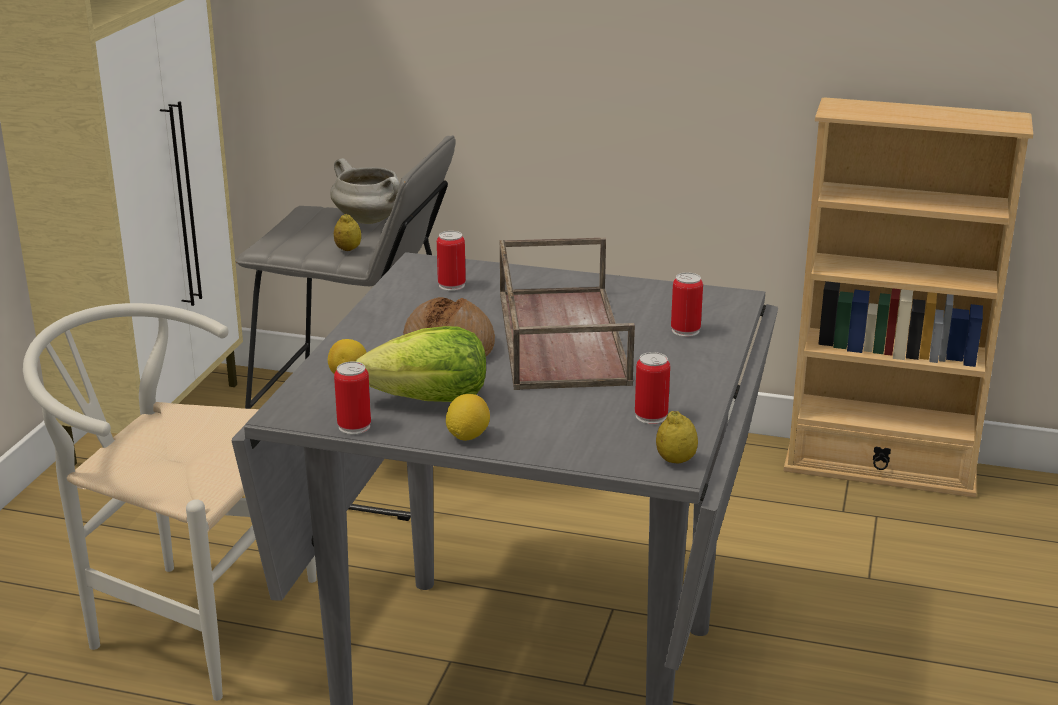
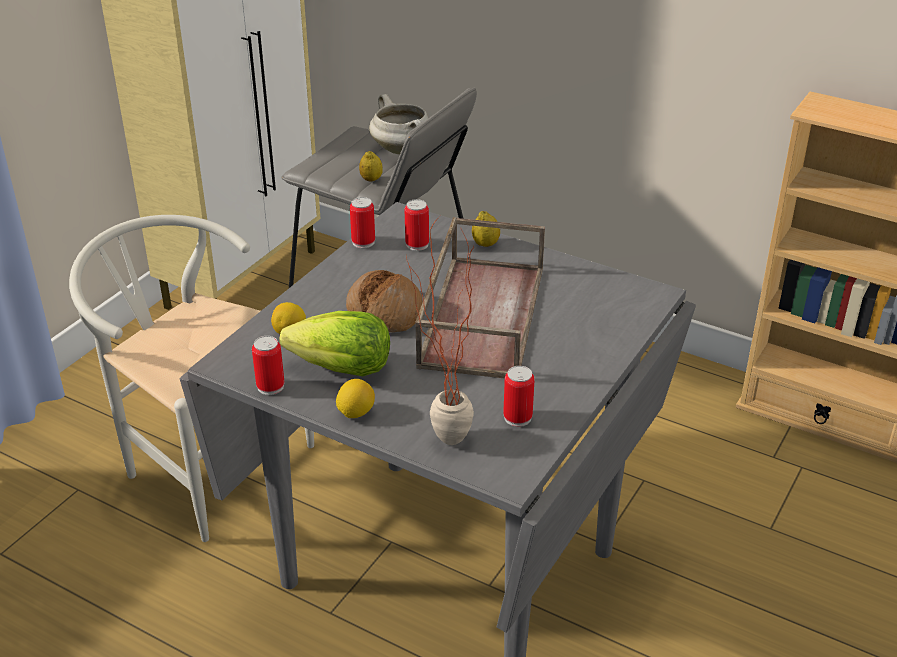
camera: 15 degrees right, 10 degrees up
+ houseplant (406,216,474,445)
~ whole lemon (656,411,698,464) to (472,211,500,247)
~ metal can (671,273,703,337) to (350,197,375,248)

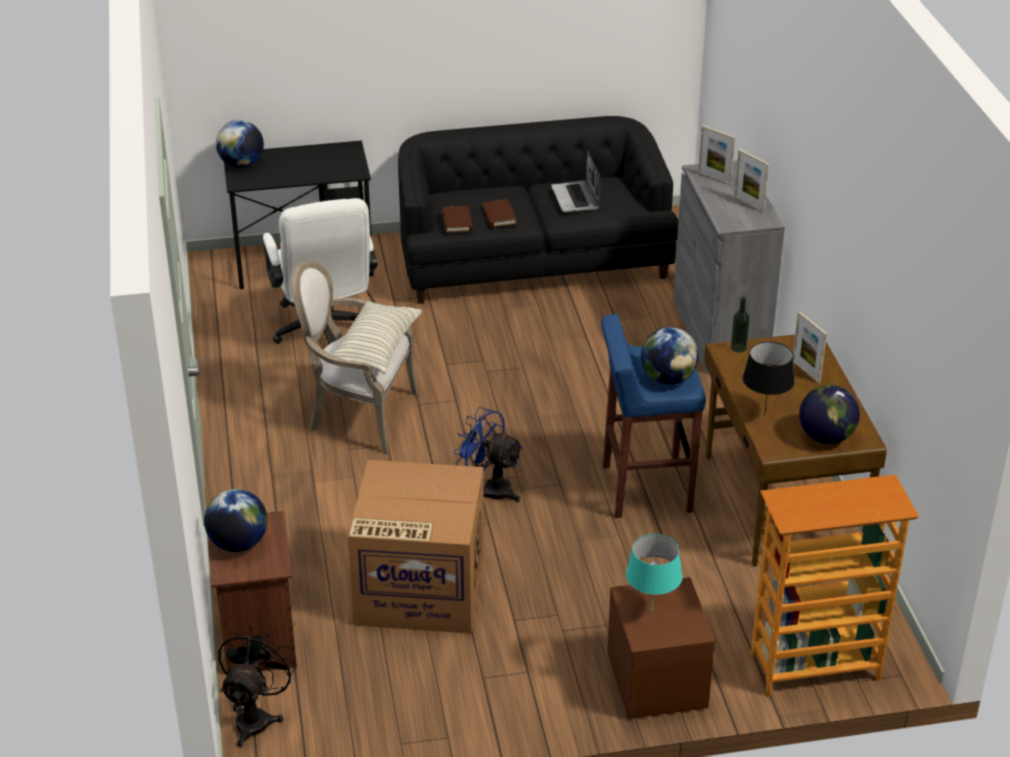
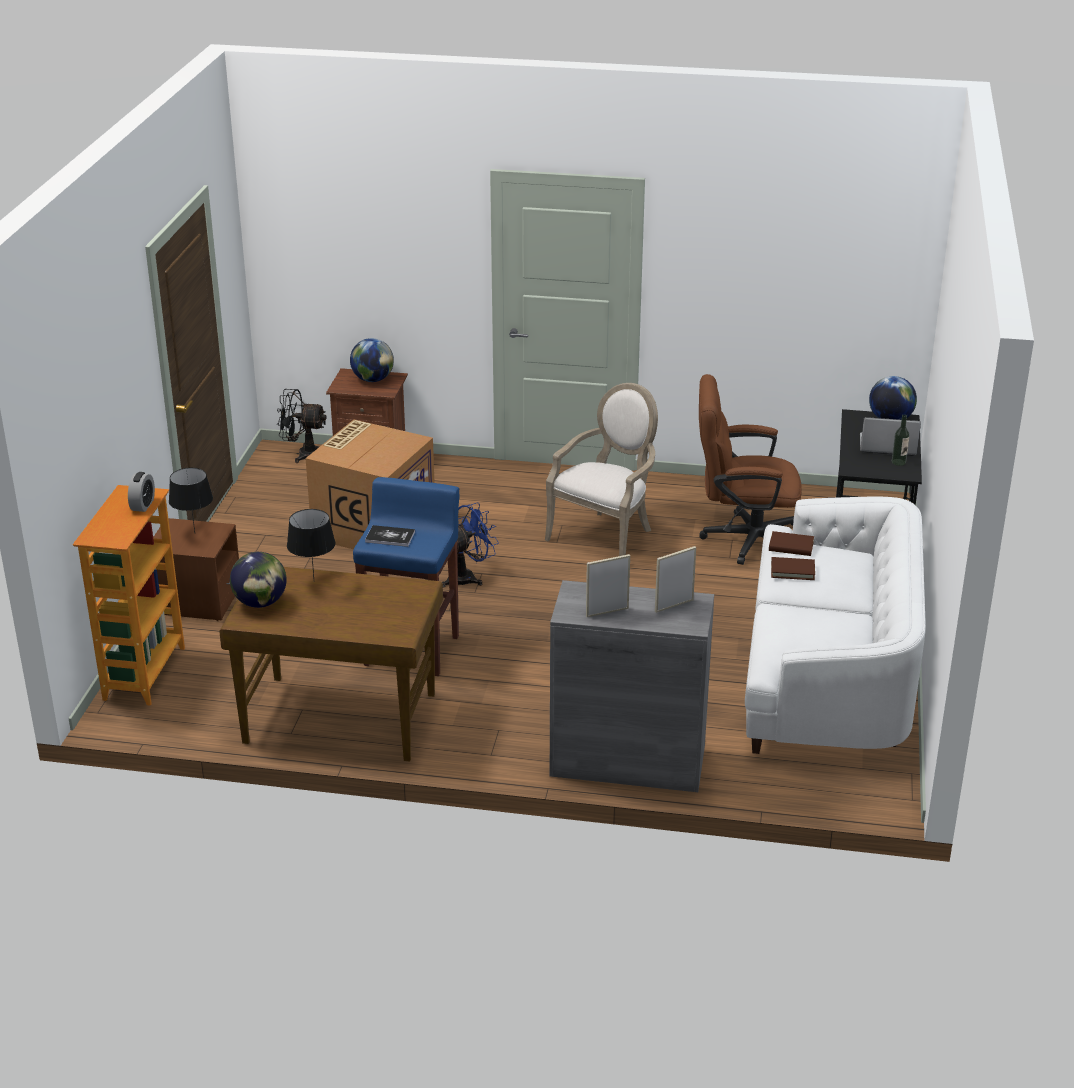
camera: 110 degrees right, 5 degrees down
- throw pillow (332,300,422,374)
- photo frame (793,312,827,383)
+ table clock (128,472,155,512)
~ laptop (551,151,601,212) to (860,417,921,456)
~ beverage bottle (731,297,750,353) to (892,415,910,466)
~ desk globe (641,327,699,385) to book (365,525,415,547)
~ white computer chair (263,198,378,344) to brown computer chair (699,374,802,565)
~ black couch (398,116,678,304) to white couch (745,496,926,754)
~ turquoise-coloured lamp for a table (626,534,682,613) to black lamp for a table (169,468,213,532)
~ black electric fan (218,626,297,747) = (277,389,327,463) 150 degrees clockwise

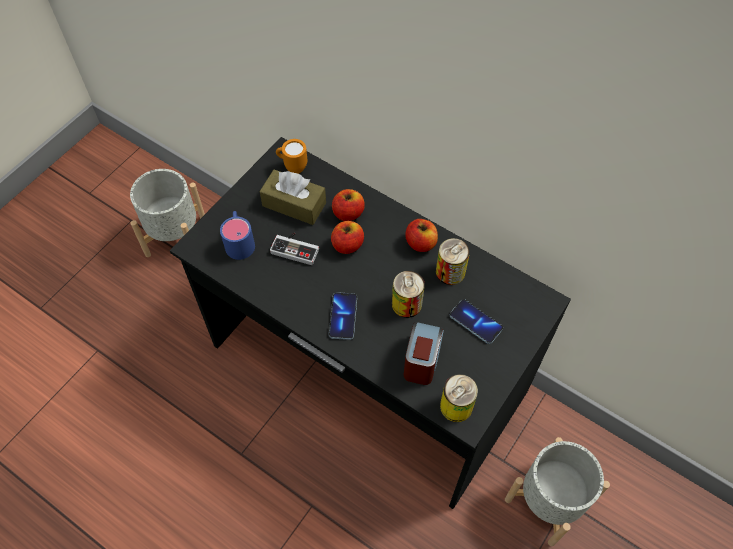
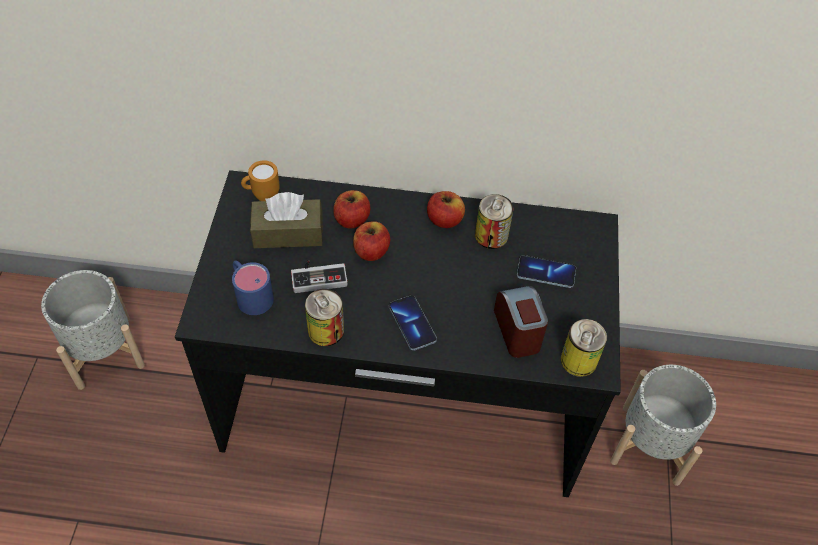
camera: 30 degrees left, 5 degrees down
~ metal can (392,271,425,318) to (305,289,344,346)

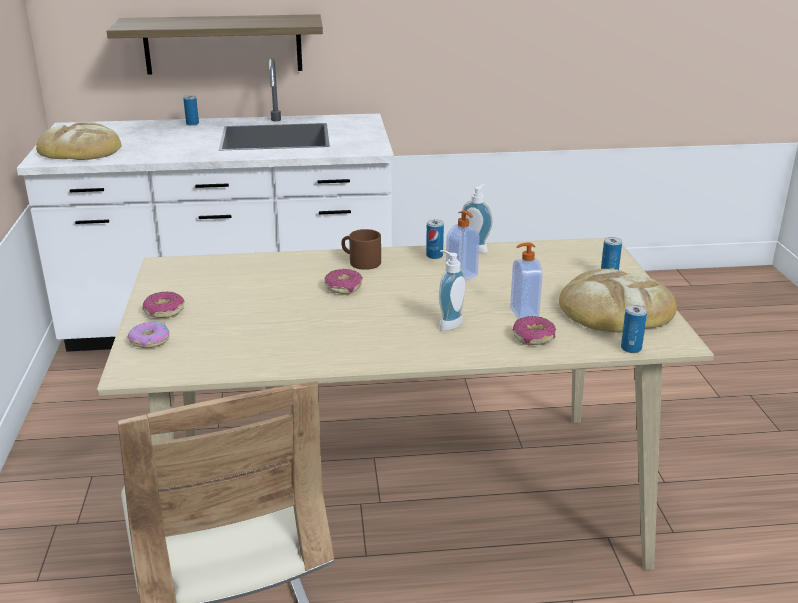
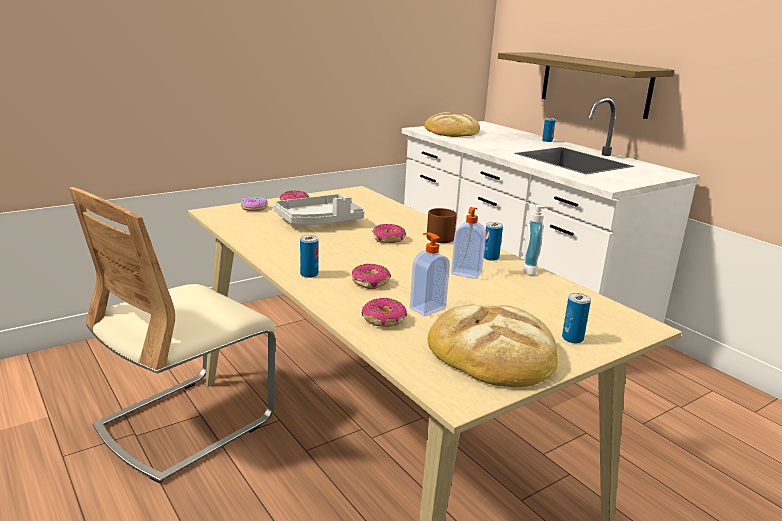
camera: 60 degrees right, 5 degrees down
+ grey tray (274,194,365,225)
~ metal can (621,305,647,353) to (300,235,319,278)
~ liquid soap bottle (439,250,466,331) to ring doughnut (352,264,391,289)

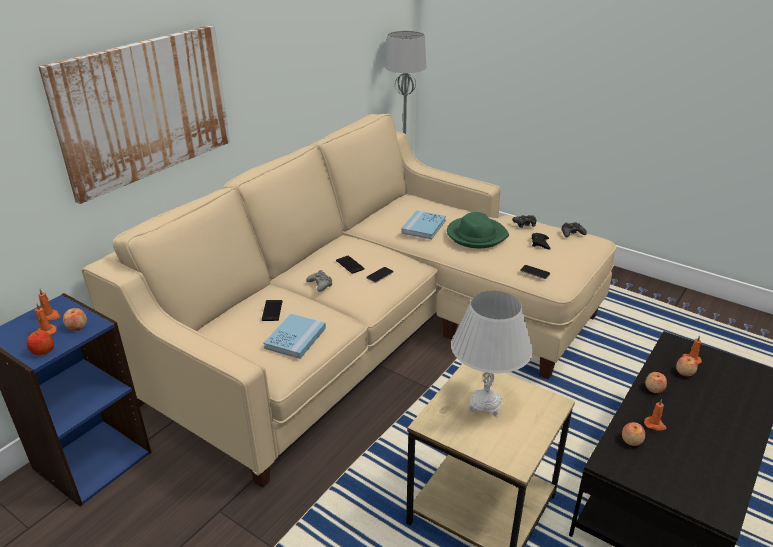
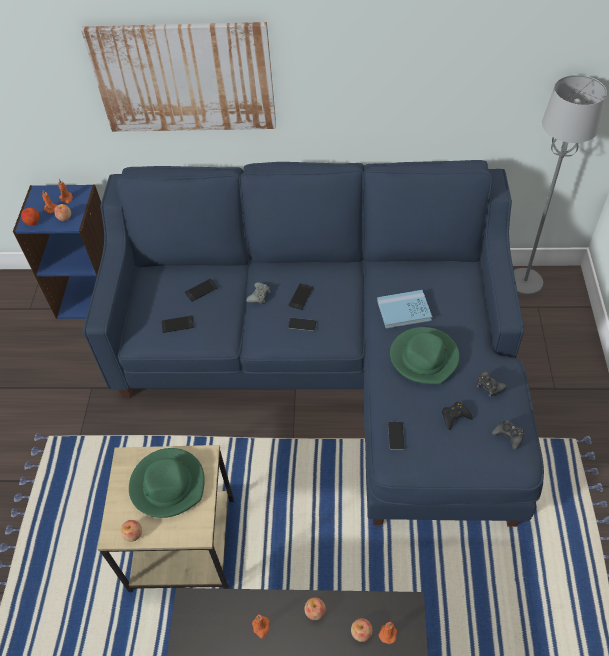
camera: 60 degrees right, 20 degrees up
~ apple (622,422,645,446) to (121,520,142,542)
~ blue-coloured book (264,314,326,359) to handset (162,316,194,333)
~ white lamp for a table (451,291,533,417) to green clothing hat (129,448,205,518)
~ beige couch (82,114,617,488) to blue-coloured couch (83,160,544,527)

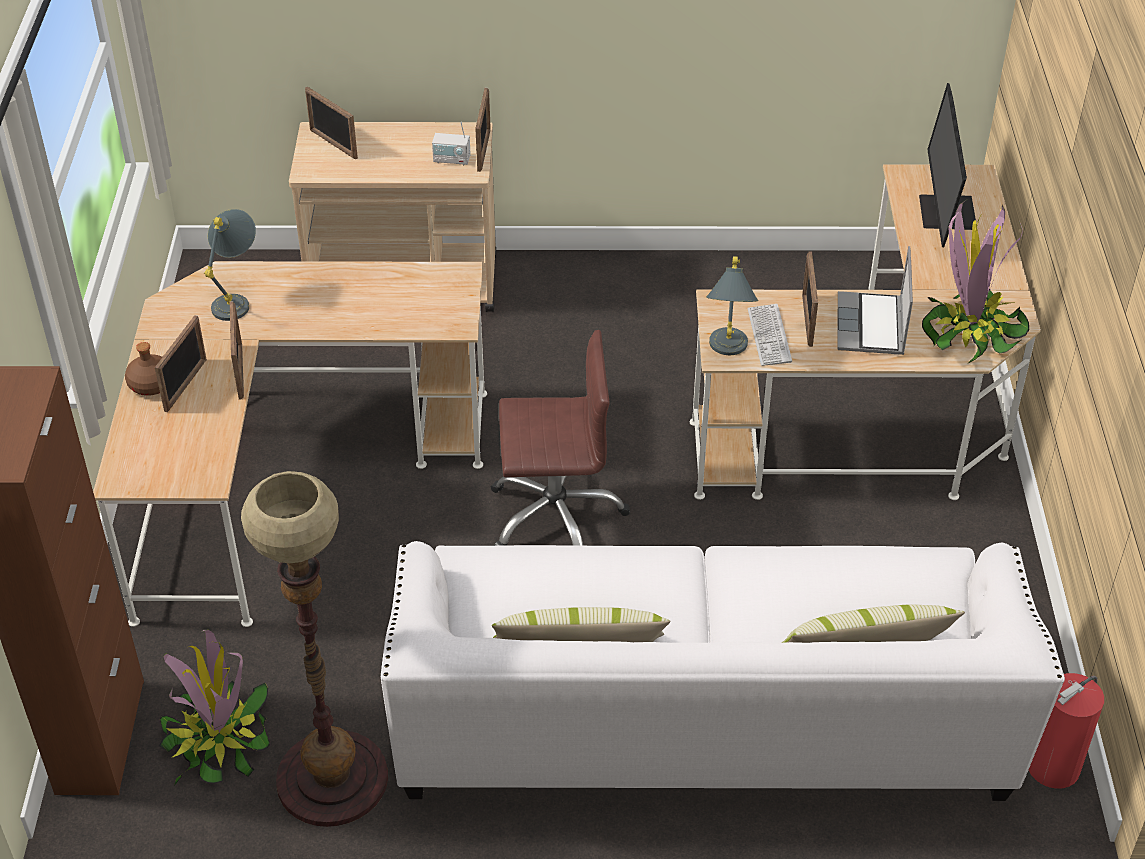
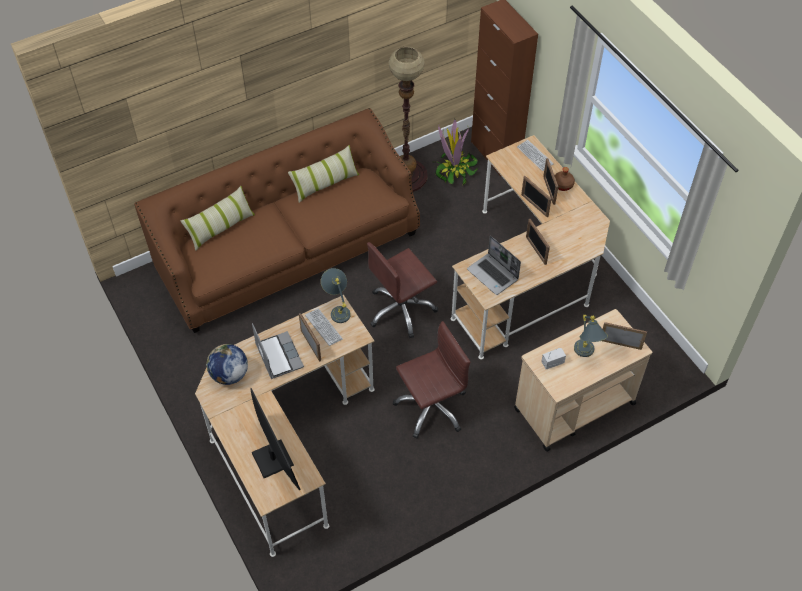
camera: 150 degrees right, 10 degrees up
- fire extinguisher (1029,673,1104,789)
+ brown computer chair (393,321,470,439)
+ laptop (467,236,521,295)
+ PC keyboard (517,140,554,171)
~ grey lamp for a table (204,209,256,321) to (574,315,608,357)
~ photo frame (475,88,491,172) to (526,219,550,265)
~ houseplant (922,200,1029,363) to desk globe (206,344,248,385)
~ white couch (381,541,1065,801) to brown couch (134,108,420,333)

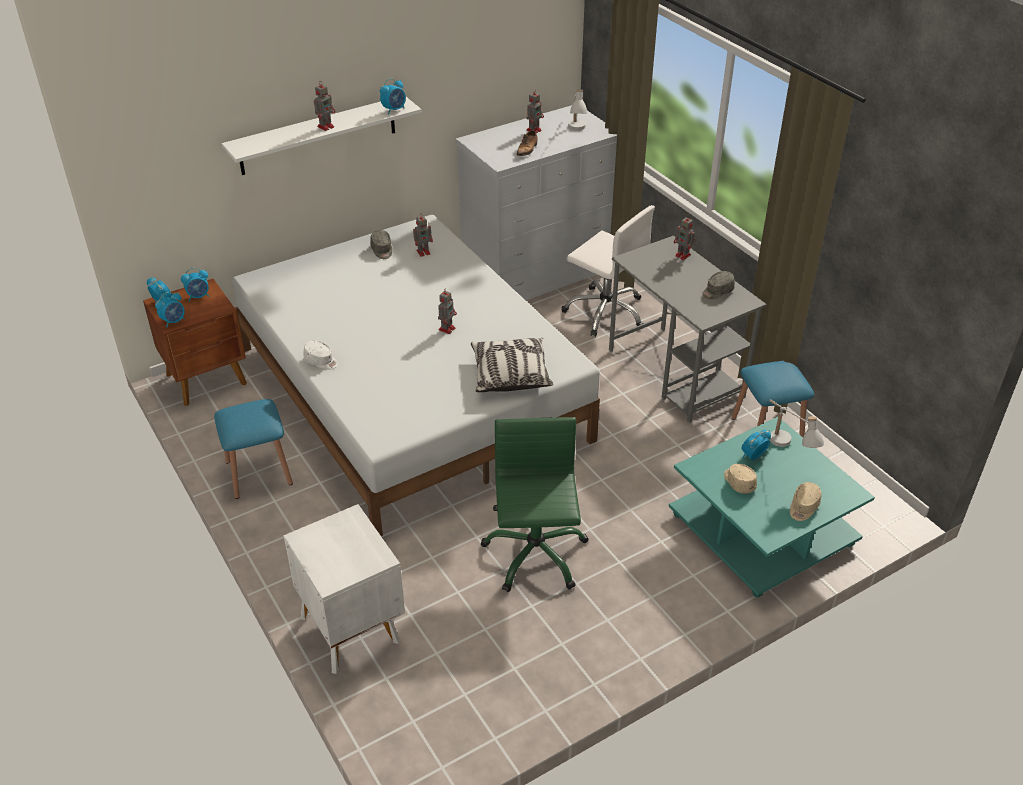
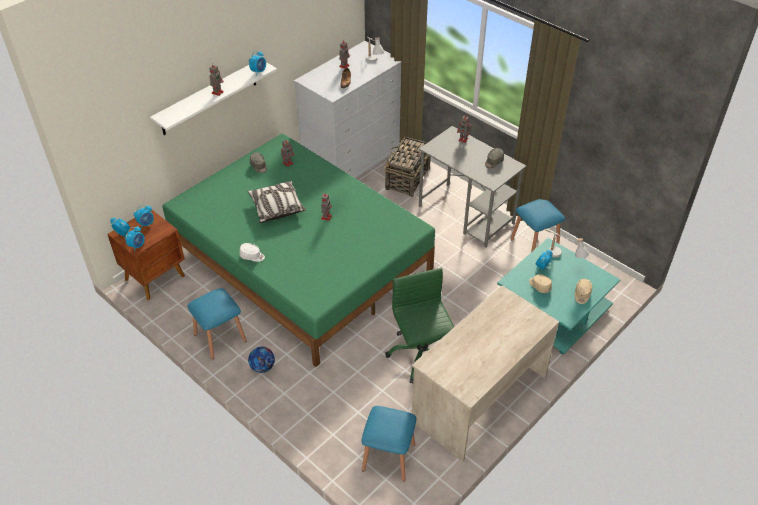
camera: 15 degrees left, 5 degrees up
- white nightstand (284,504,405,674)
+ football (248,347,275,373)
+ blue-coloured stool (361,406,416,481)
+ beige desk unit (412,285,559,462)
~ throw pillow (471,338,554,392) to (247,181,306,223)
~ white computer chair (562,205,655,337) to household basket (385,134,431,197)
~ white bed (232,215,600,536) to green bed (162,133,435,367)

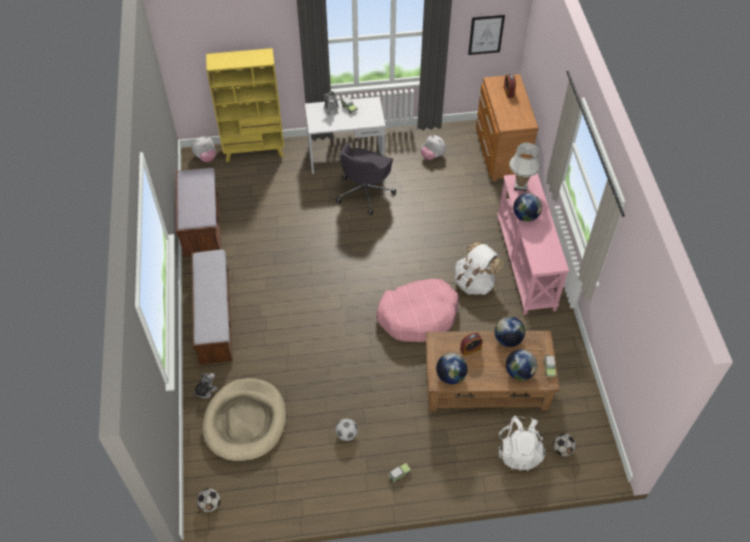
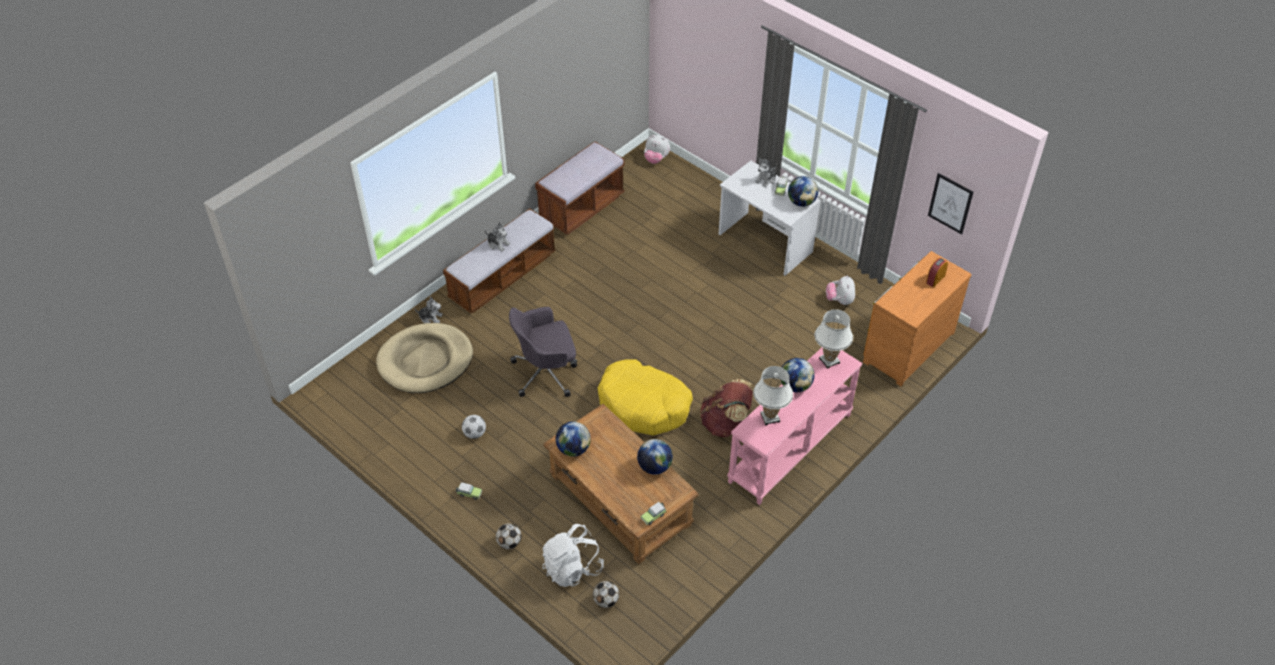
camera: 50 degrees right, 5 degrees down
- yellow-coloured bookcase (206,48,284,162)
- table clock (460,333,483,356)
+ soft toy (485,223,510,252)
+ white lamp for a table (753,366,793,425)
~ football (197,488,220,513) to (496,523,522,549)
~ grey computer chair (336,143,396,215) to (509,307,577,397)
~ desk globe (506,349,537,381) to (788,176,818,207)
~ pink pet bed (376,279,459,342) to yellow-coloured pet bed (598,359,693,436)
~ white rucksack (455,242,504,295) to brown rucksack (700,379,753,437)

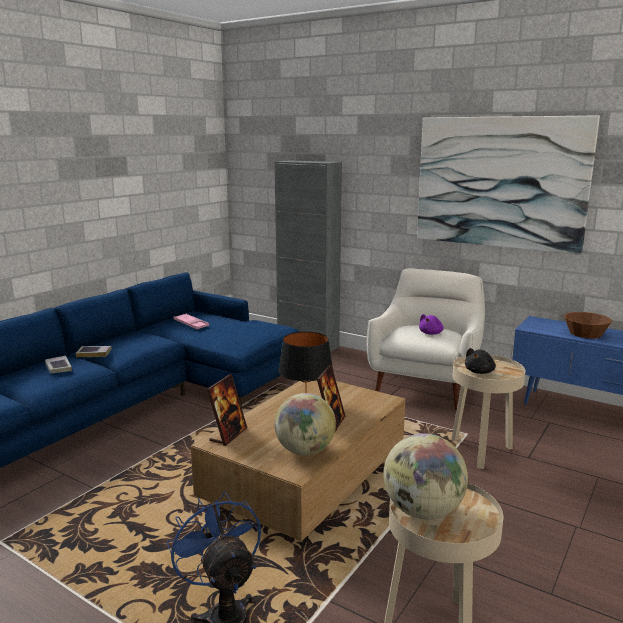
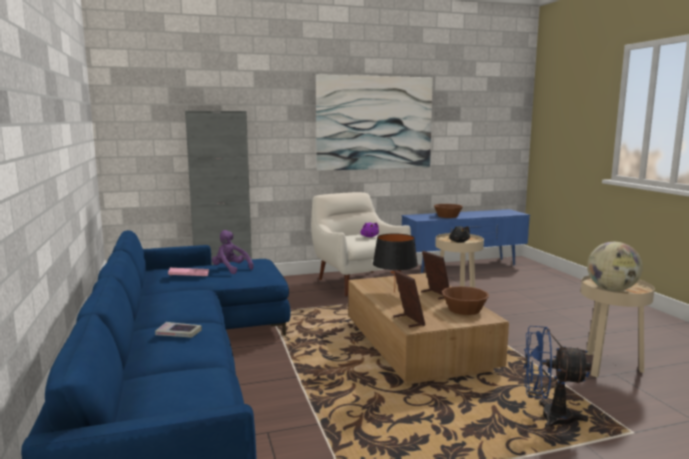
camera: 50 degrees left, 5 degrees down
- book (75,346,112,357)
+ purple-coloured soft toy (212,230,254,274)
~ desk globe (275,393,336,456) to brown bowl (442,286,489,315)

